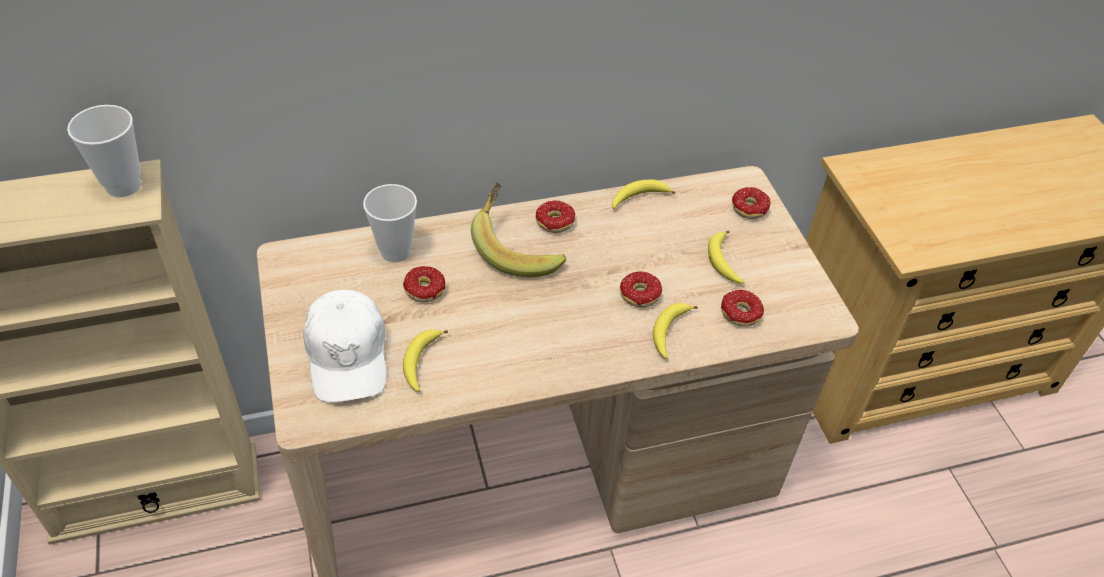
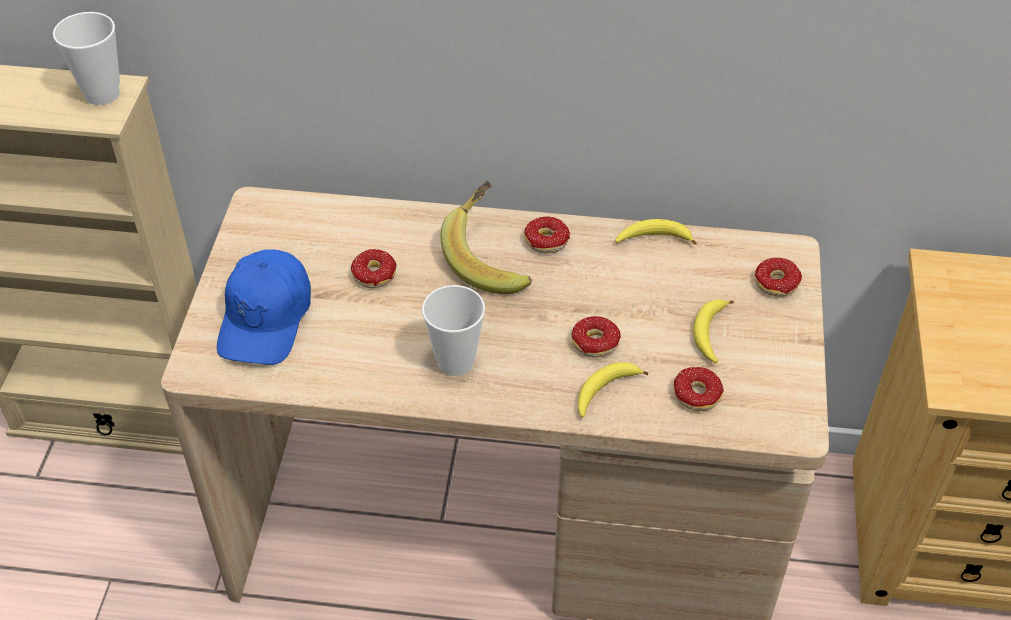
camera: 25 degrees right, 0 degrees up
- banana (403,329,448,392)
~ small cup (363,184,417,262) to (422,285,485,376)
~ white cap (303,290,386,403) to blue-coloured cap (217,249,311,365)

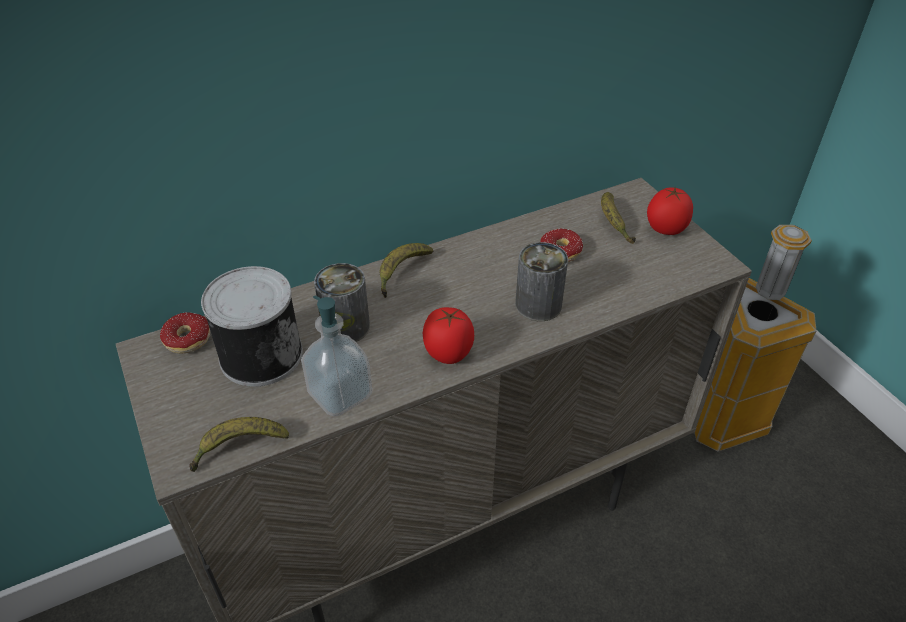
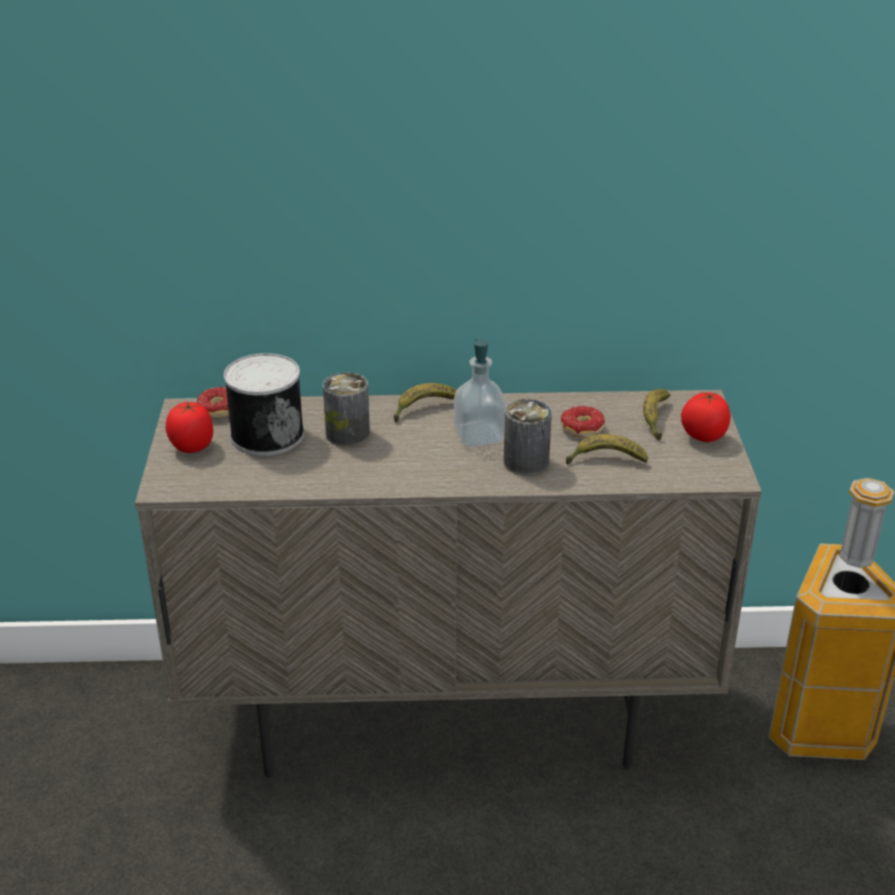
camera: 25 degrees right, 10 degrees down
~ banana (190,417,289,472) to (566,434,648,464)
~ liquid soap bottle (301,296,372,417) to (454,339,506,448)
~ tomato (423,307,474,364) to (166,402,213,453)

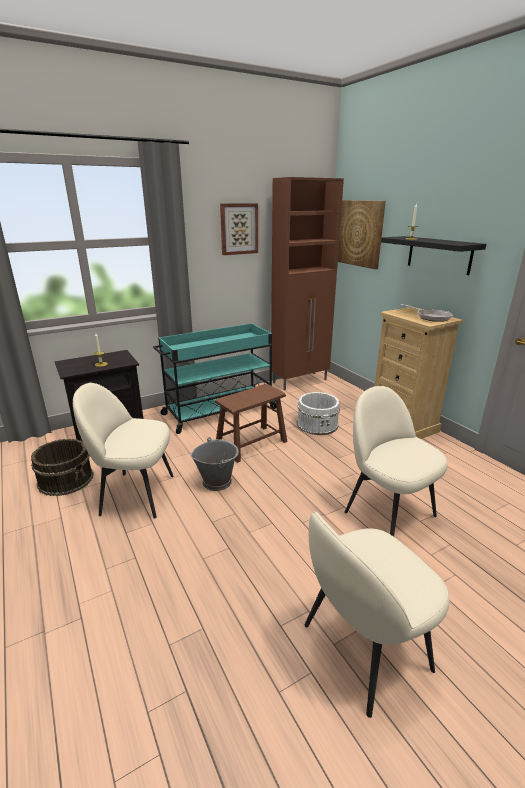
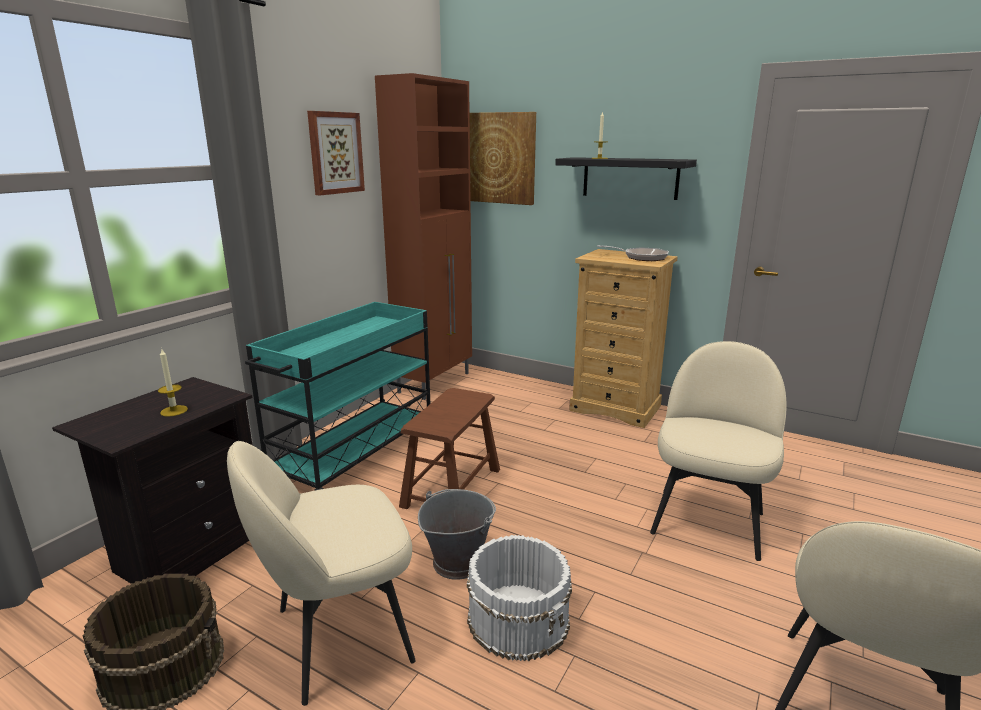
camera: 30 degrees left, 5 degrees down
~ white pail (297,392,340,435) to (467,535,572,661)
~ beige plain chair (344,386,448,537) = (650,341,787,561) 90 degrees clockwise

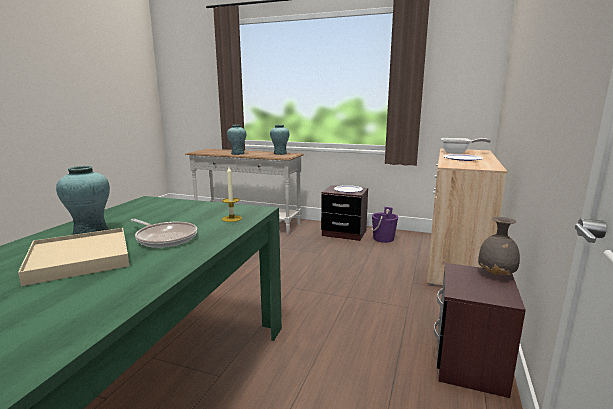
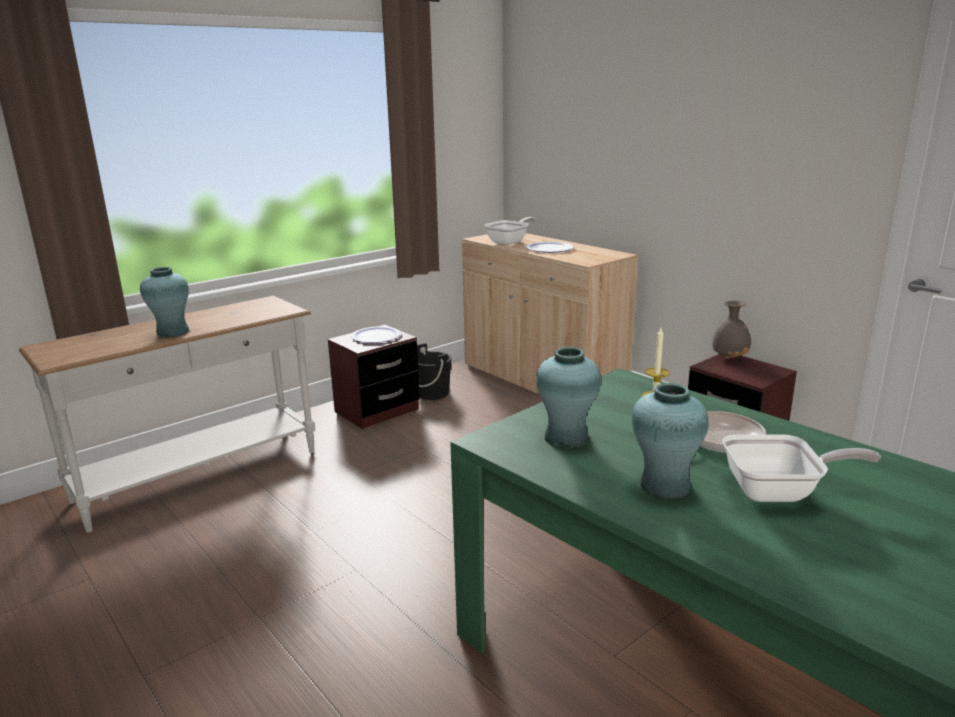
camera: 60 degrees left, 5 degrees up
~ turquoise-coloured flower vase (270,125,290,155) to (536,347,601,448)
~ beige tray (18,228,129,286) to frying pan (722,434,881,502)
~ purple-coloured pail (371,207,398,243) to black pail (417,343,452,400)

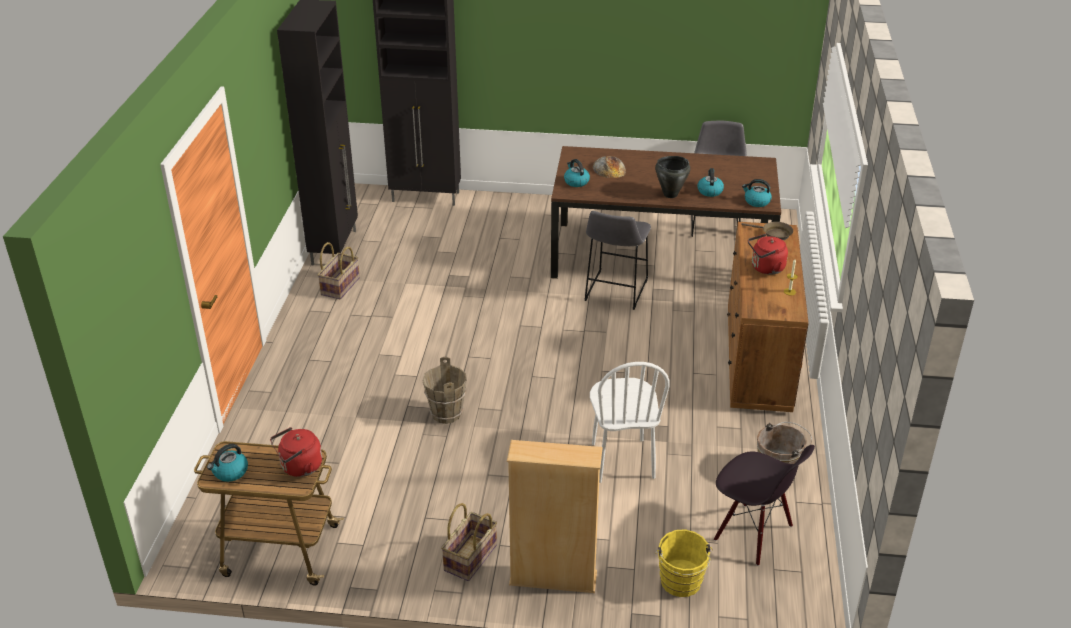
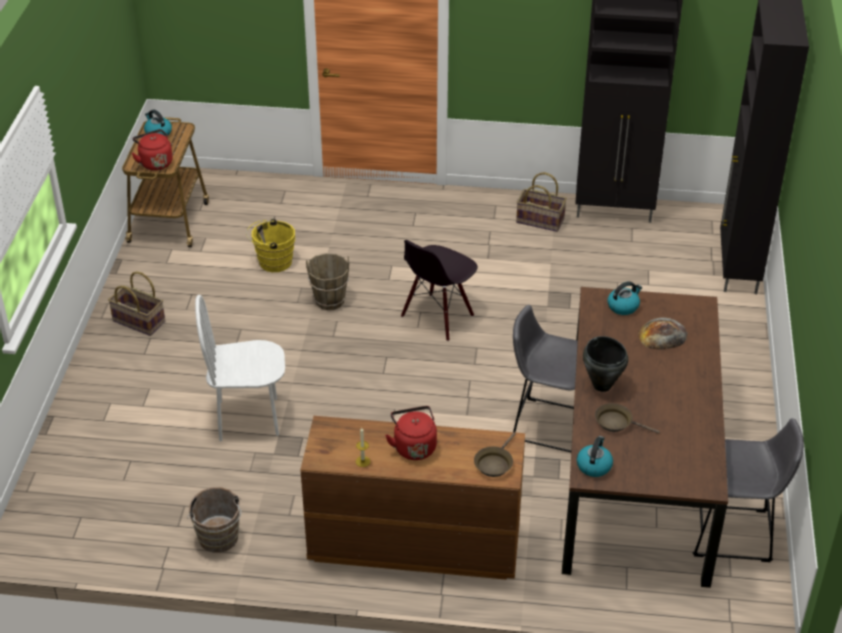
camera: 90 degrees right, 5 degrees up
- beige bookcase (507,440,603,593)
~ yellow-coloured pail (656,529,713,597) to (246,218,295,272)
~ black plain chair (714,445,815,566) to (401,240,478,341)
~ water kettle (697,168,724,197) to brown frying pan (595,403,660,434)

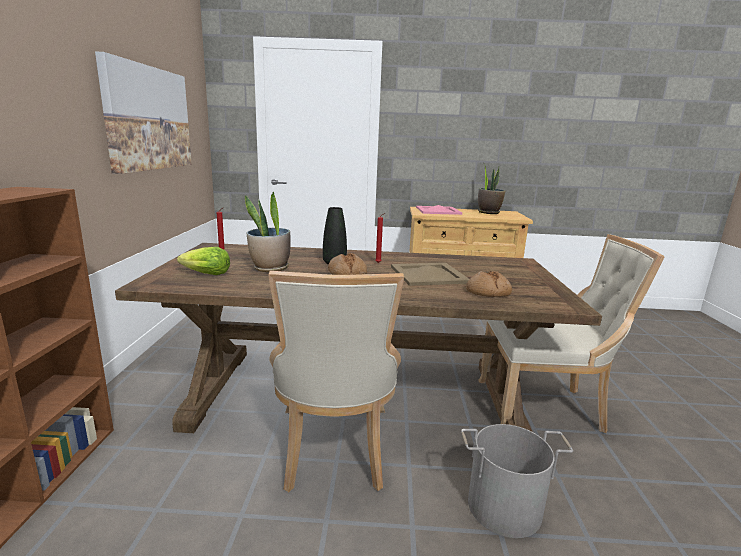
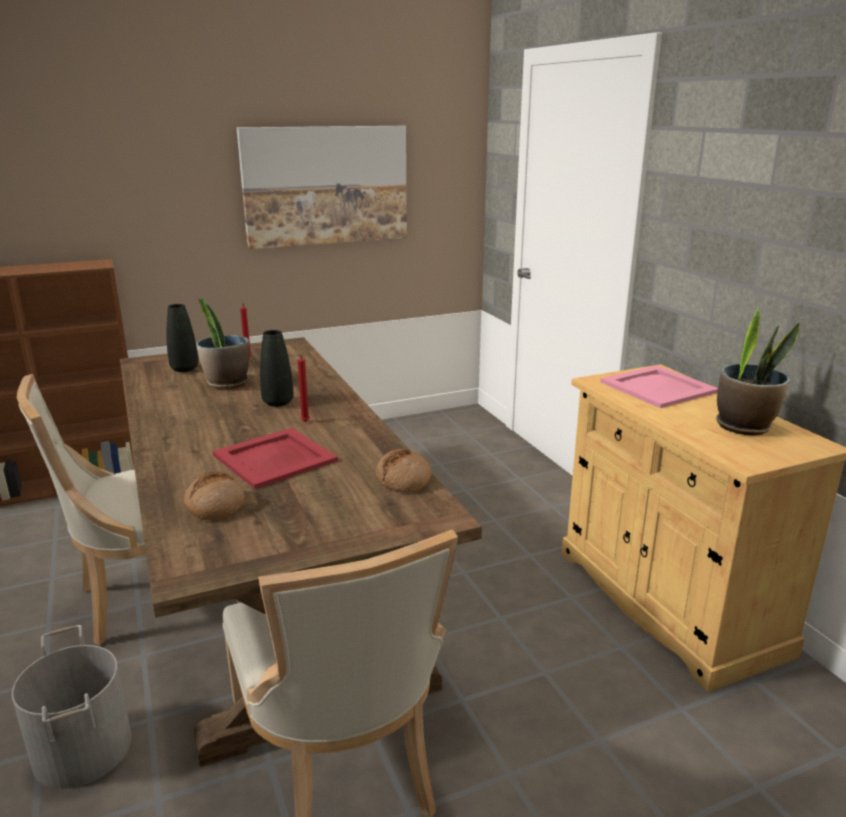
camera: 65 degrees right, 5 degrees up
~ bread (328,253,367,275) to (376,449,431,493)
~ lettuce (177,247,230,275) to black flower vase (167,304,198,372)
~ beige tray (391,263,469,286) to reddish tray (212,428,338,489)

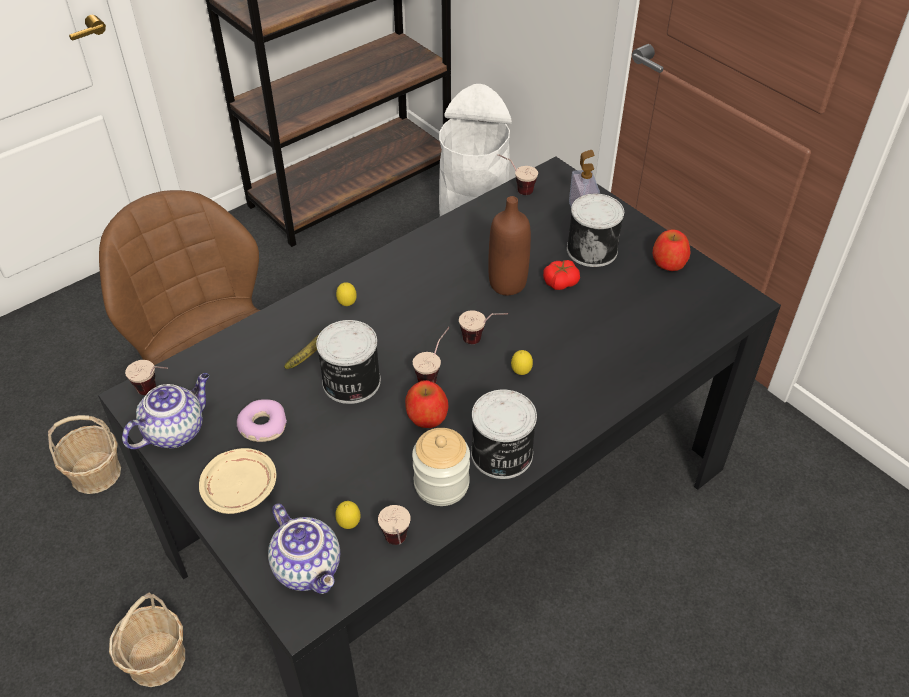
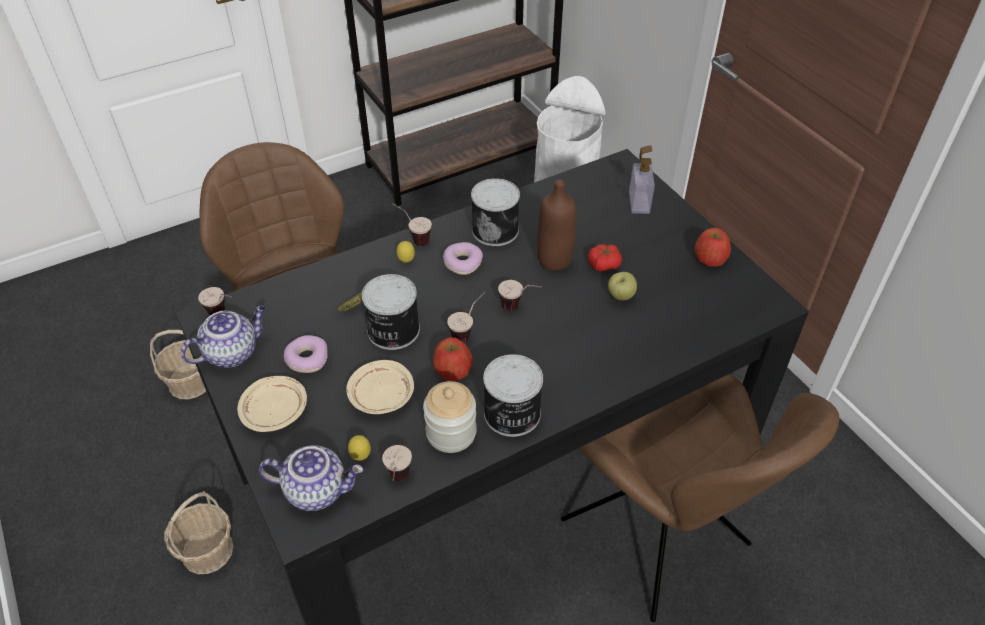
camera: 10 degrees right, 0 degrees up
- whole lemon (511,350,533,375)
+ beige plate (346,360,414,414)
+ ring doughnut (443,242,483,275)
+ brown plain chair (561,374,839,622)
+ apple (608,272,637,300)
~ small cup (498,154,538,195) to (392,203,432,246)
~ metal can (567,194,624,267) to (471,178,520,246)
~ teapot (268,503,340,594) = (259,445,363,511) 60 degrees counterclockwise

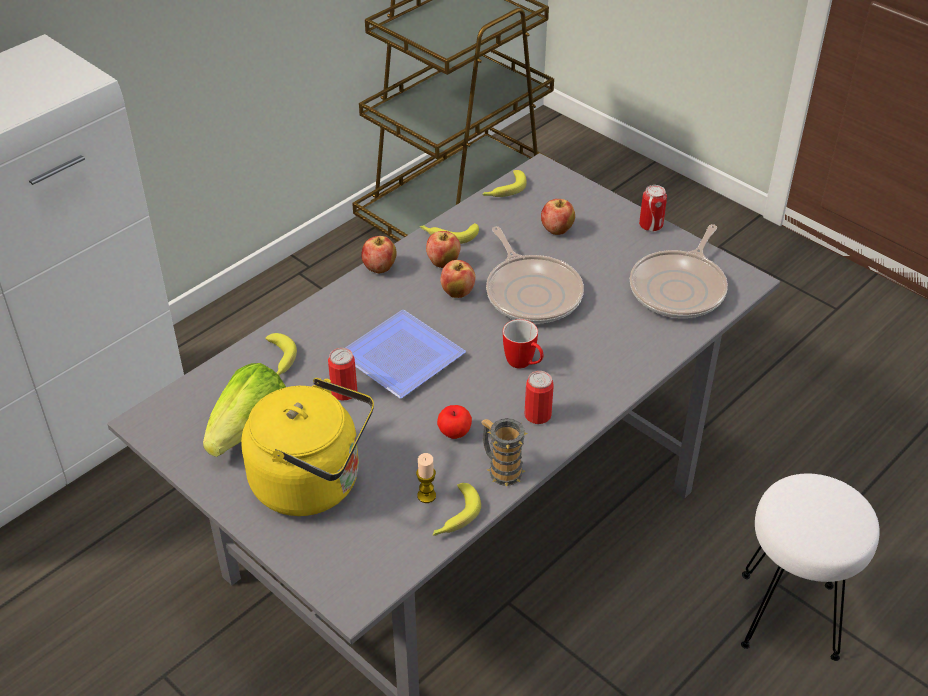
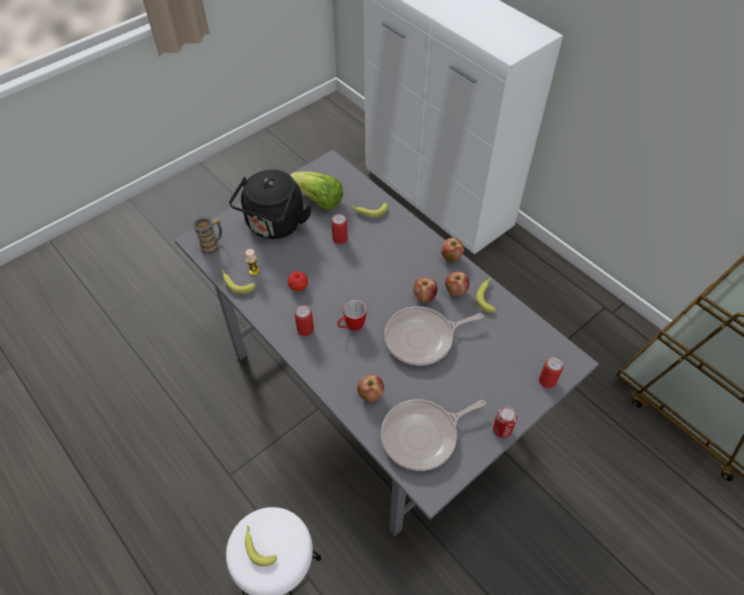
camera: 95 degrees right, 10 degrees up
- plate (345,310,466,398)
+ metal can (539,357,563,388)
~ tea mug (481,418,528,486) to (193,217,222,254)
~ banana (482,170,527,197) to (245,526,277,566)
~ apple (541,199,575,235) to (357,374,384,402)
~ yellow-coloured water kettle (241,378,374,516) to black water kettle (229,170,312,239)
~ frying pan (630,224,728,318) = (381,399,486,471) 60 degrees counterclockwise

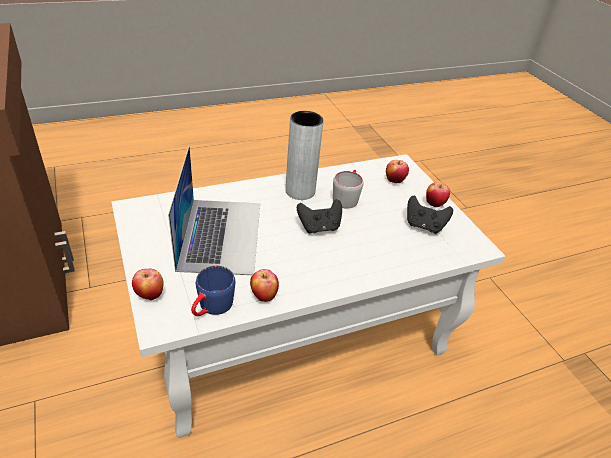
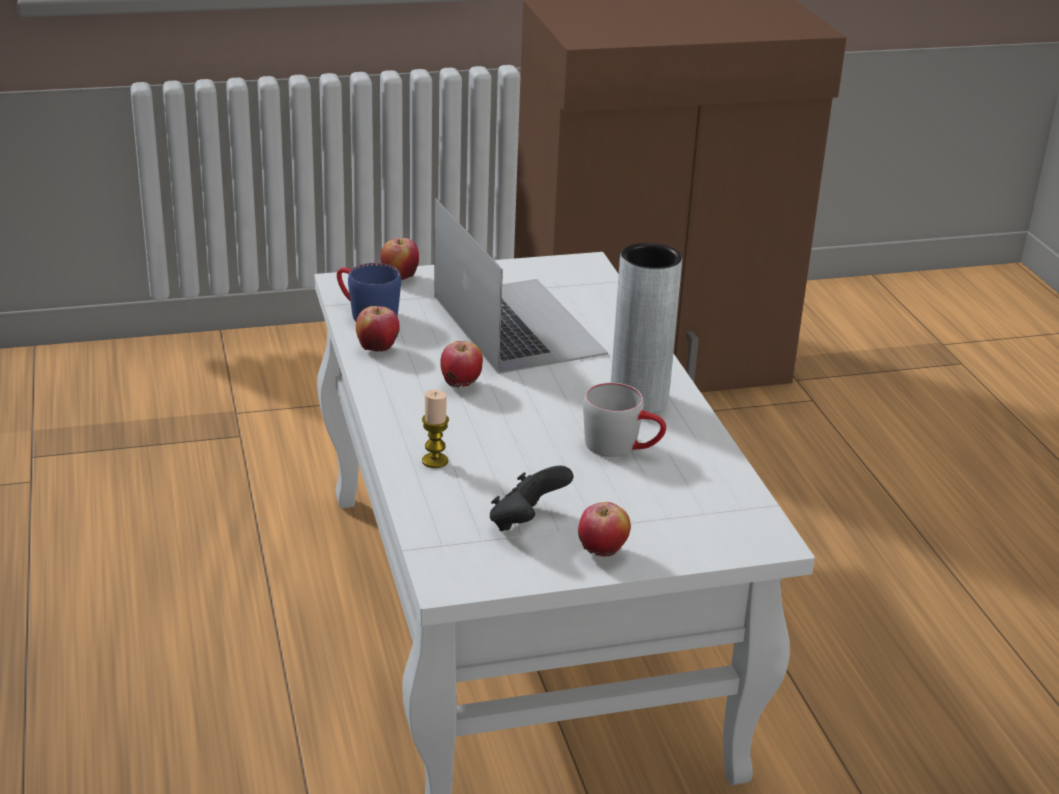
camera: 100 degrees right, 10 degrees down
- black joypad (297,199,342,233)
+ wax light (422,390,449,468)
~ apple (386,160,409,183) to (440,341,483,387)
~ laptop (168,146,260,275) = (434,199,608,374) 120 degrees counterclockwise

